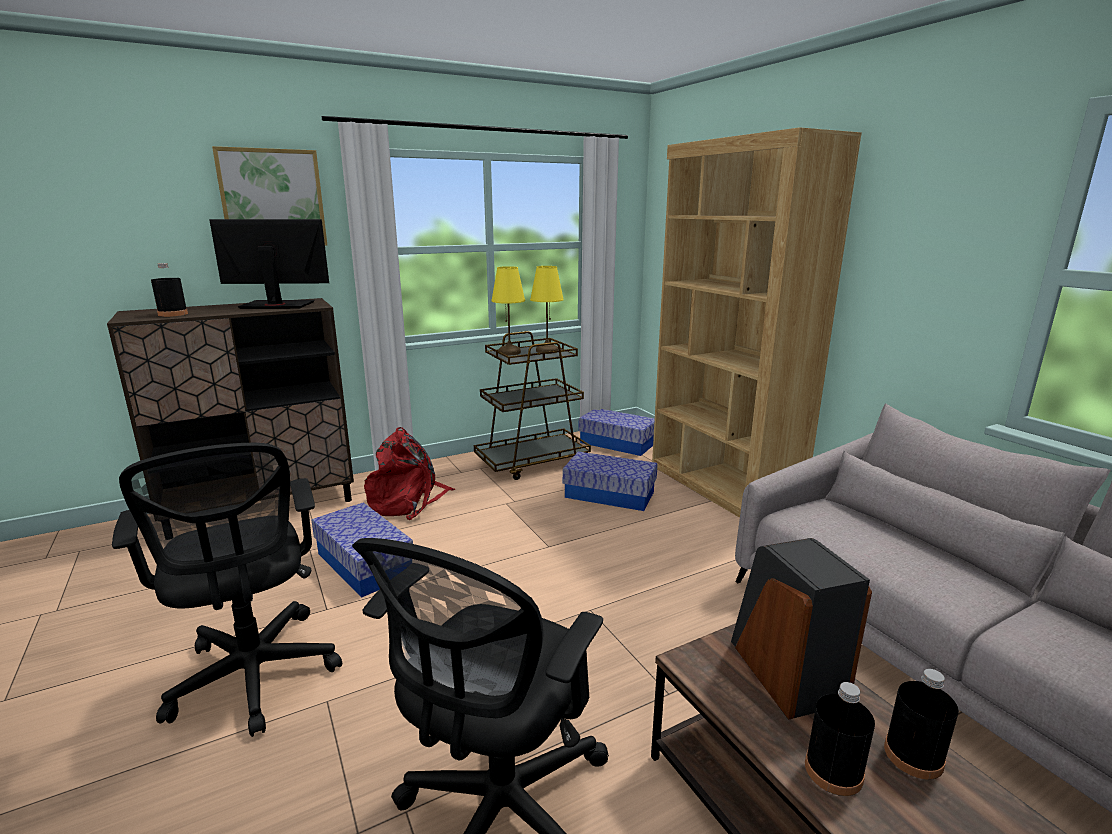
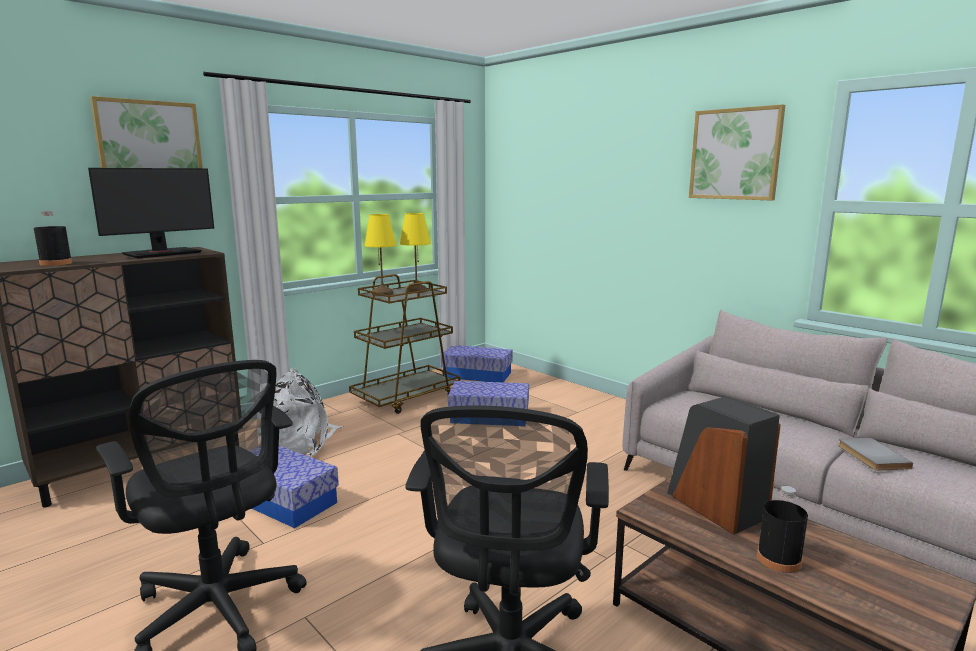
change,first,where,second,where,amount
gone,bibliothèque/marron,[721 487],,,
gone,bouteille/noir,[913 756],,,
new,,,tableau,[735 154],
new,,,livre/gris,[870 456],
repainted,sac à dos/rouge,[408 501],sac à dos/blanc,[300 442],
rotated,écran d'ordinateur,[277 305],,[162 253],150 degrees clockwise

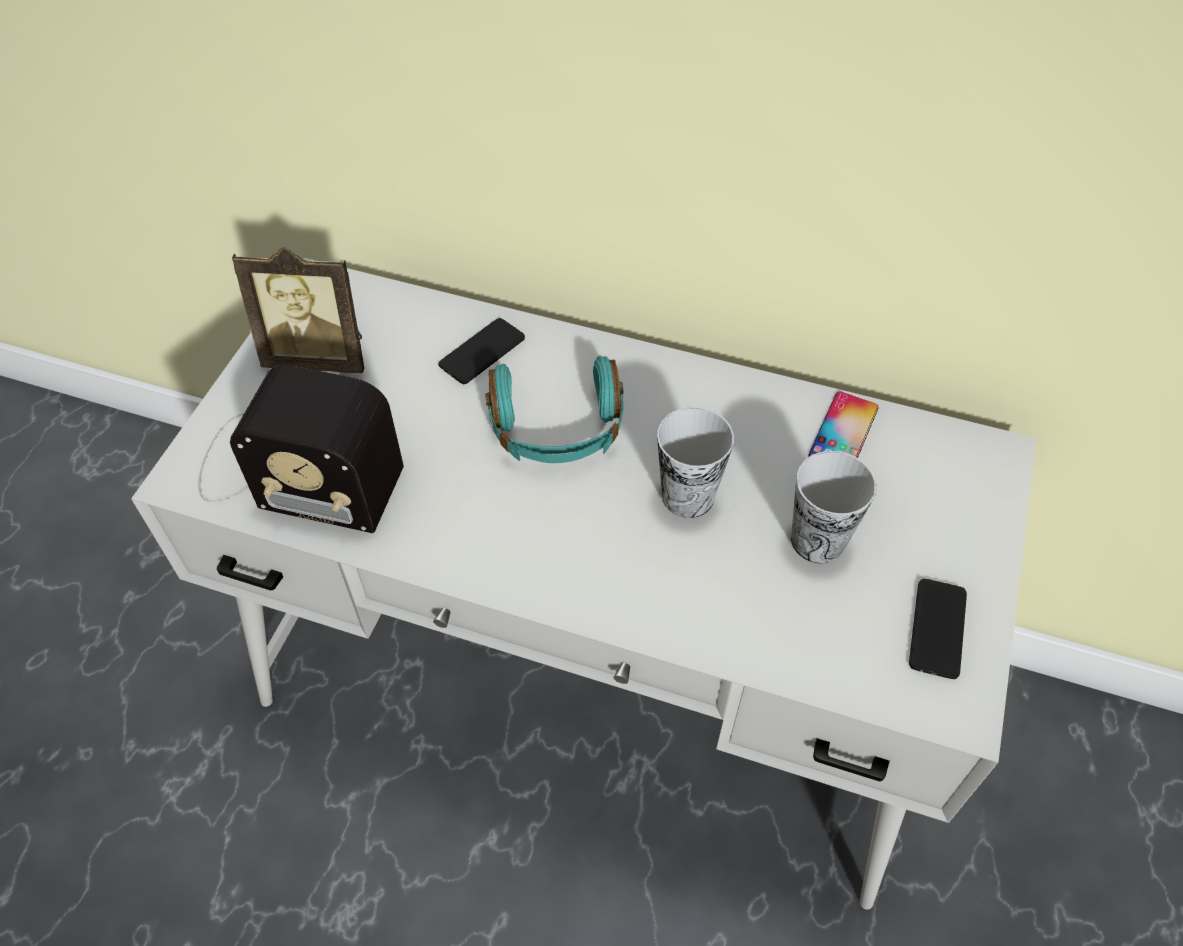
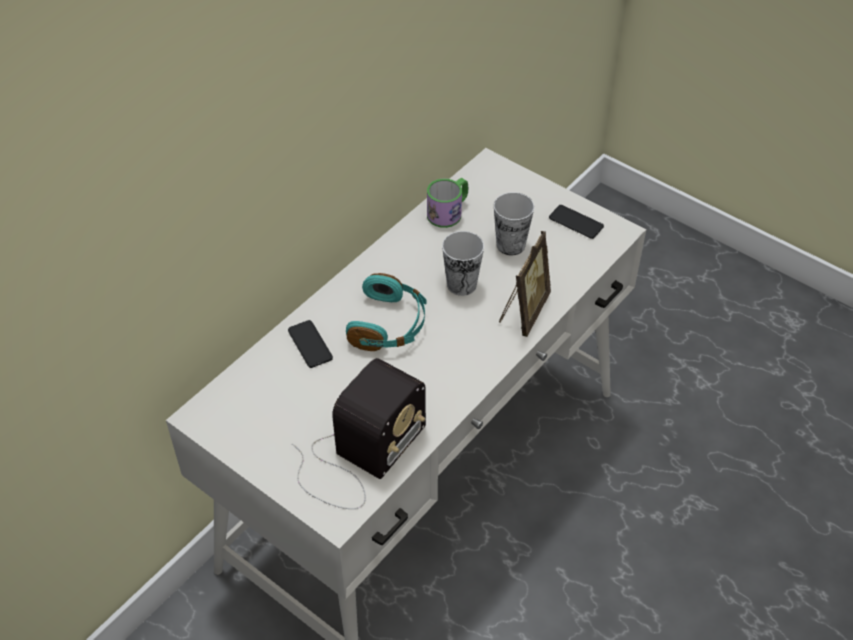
change,first,where,second,where,amount
shifted,cadre photo,[319 355],,[523 311],
swapped,téléphone,[843 432],mug,[449 212],

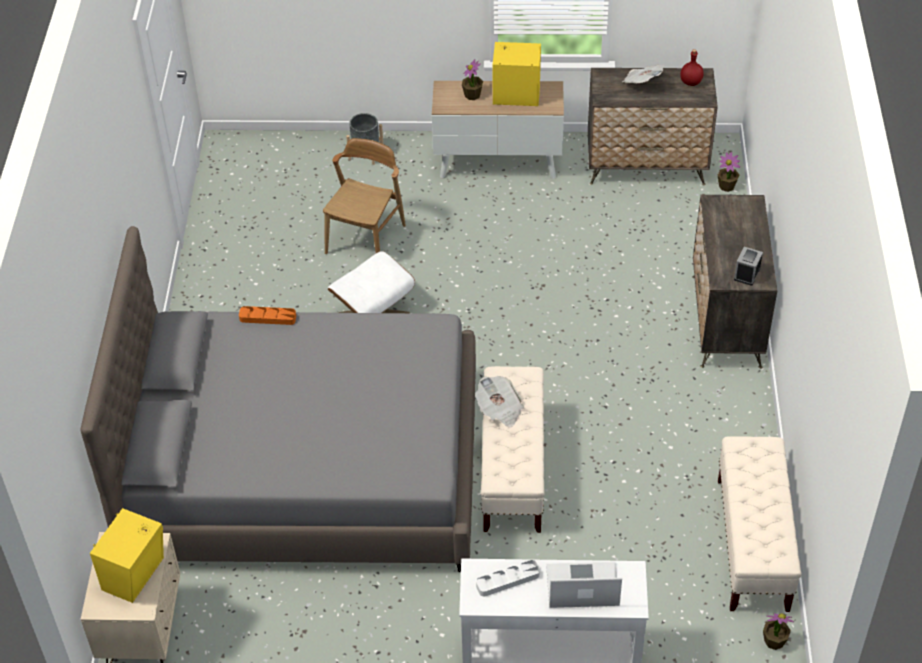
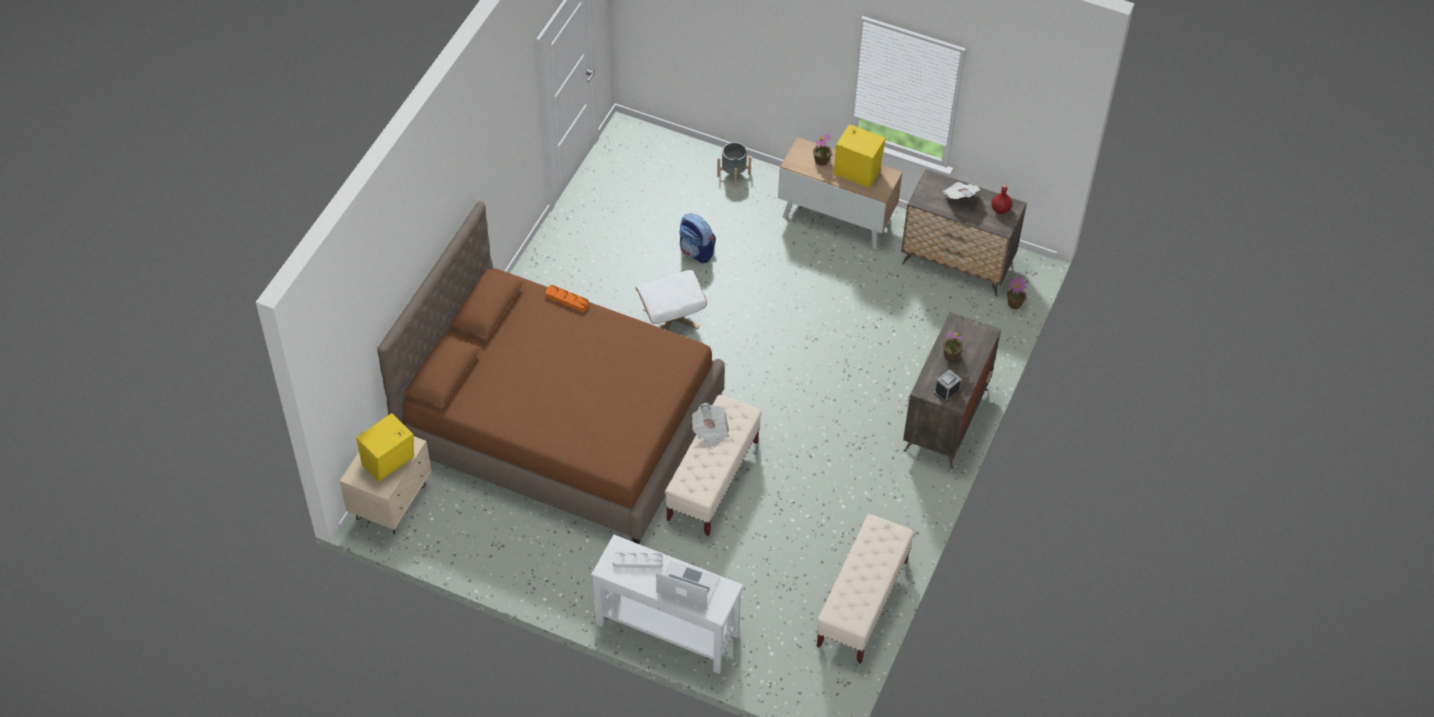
change,first,where,second,where,amount
shifted,plante en pot,[774 641],,[950 355],
swapped,chaise/marron,[366 239],sac à dos,[696 251],
repainted,lit/gris,[305 467],lit/marron,[561 423],

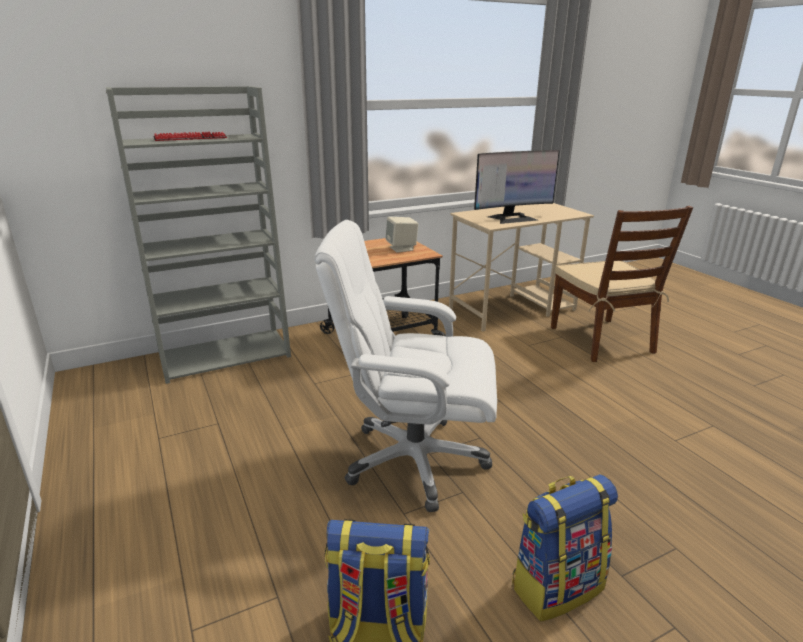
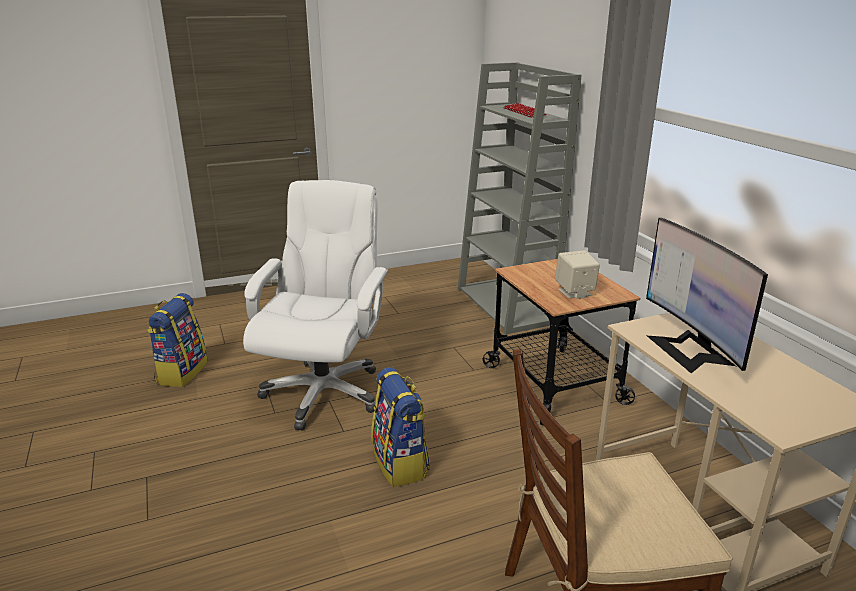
change,first,where,second,where,amount
shifted,sac à dos,[556 585],,[401 464],

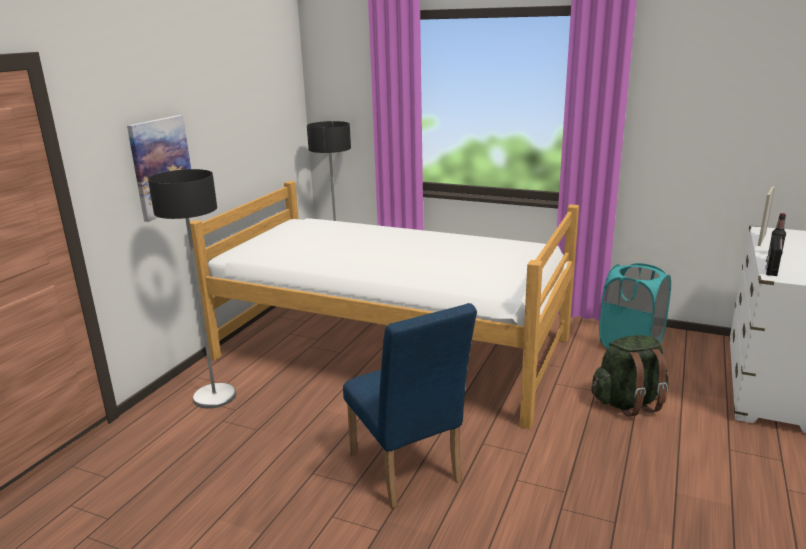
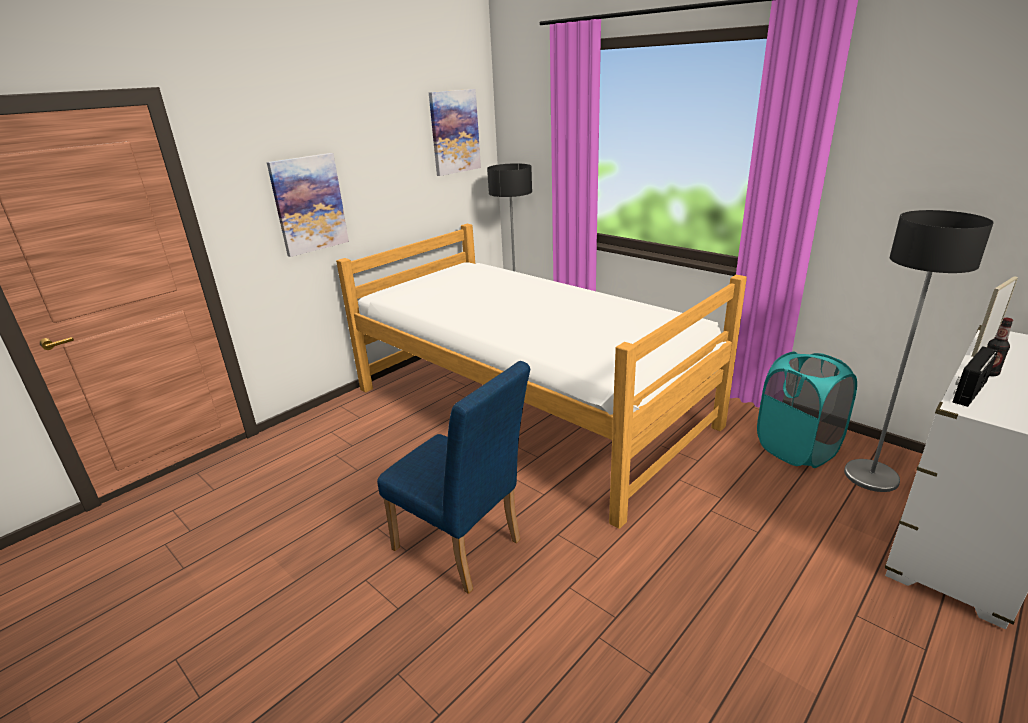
change,first,where,second,where,amount
gone,sac à dos/vert,[628 403],,,
new,,,tableau,[454 132],
shifted,lampadaire,[215 397],,[871 476],
rotated,chaise/bleu,[407 472],,[463 549],45 degrees counterclockwise

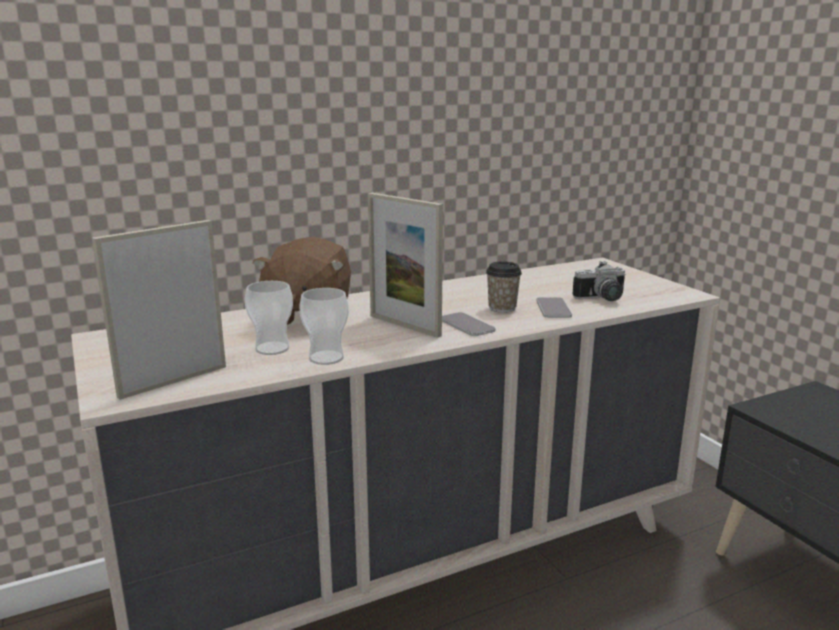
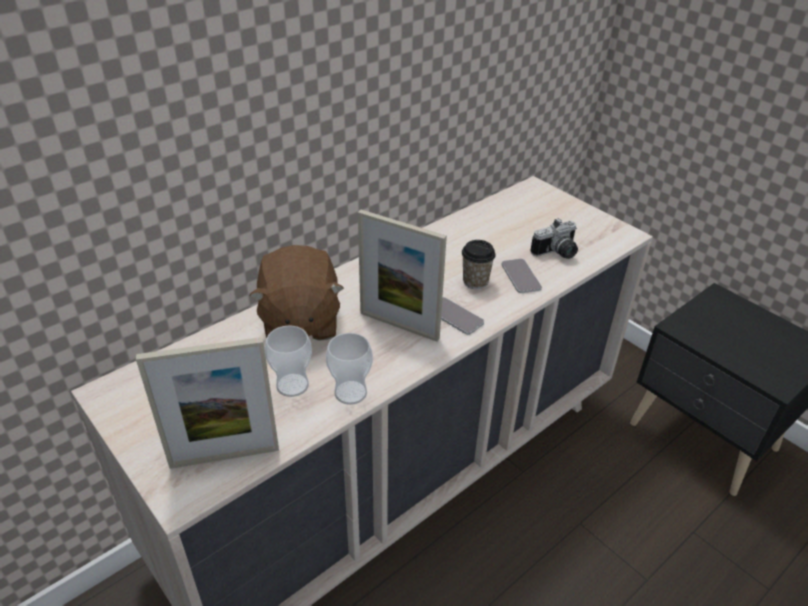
change,first,where,second,where,amount
rotated,cadre photo,[173 381],,[225 456],135 degrees counterclockwise

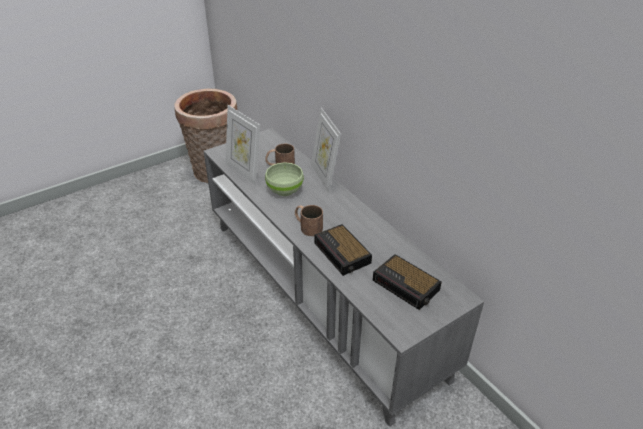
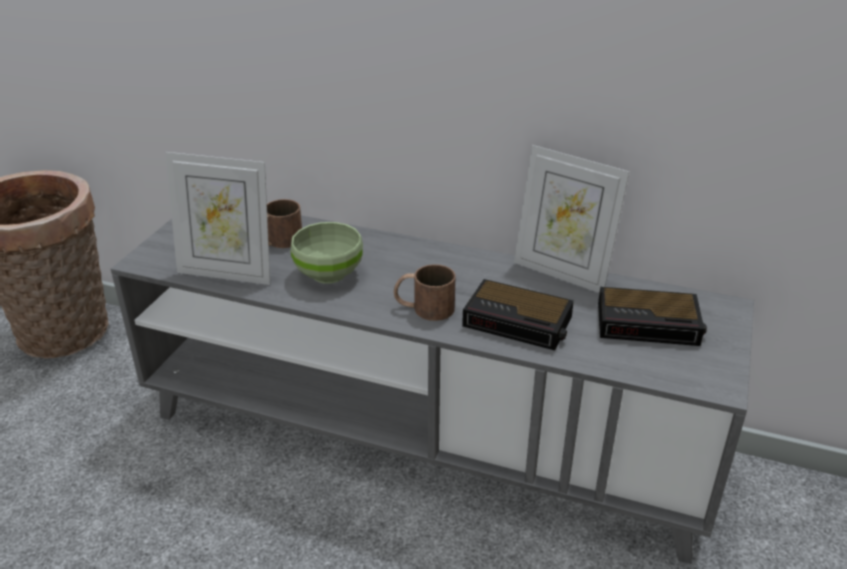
change,first,where,second,where,amount
shifted,cadre photo,[324 177],,[562 273],

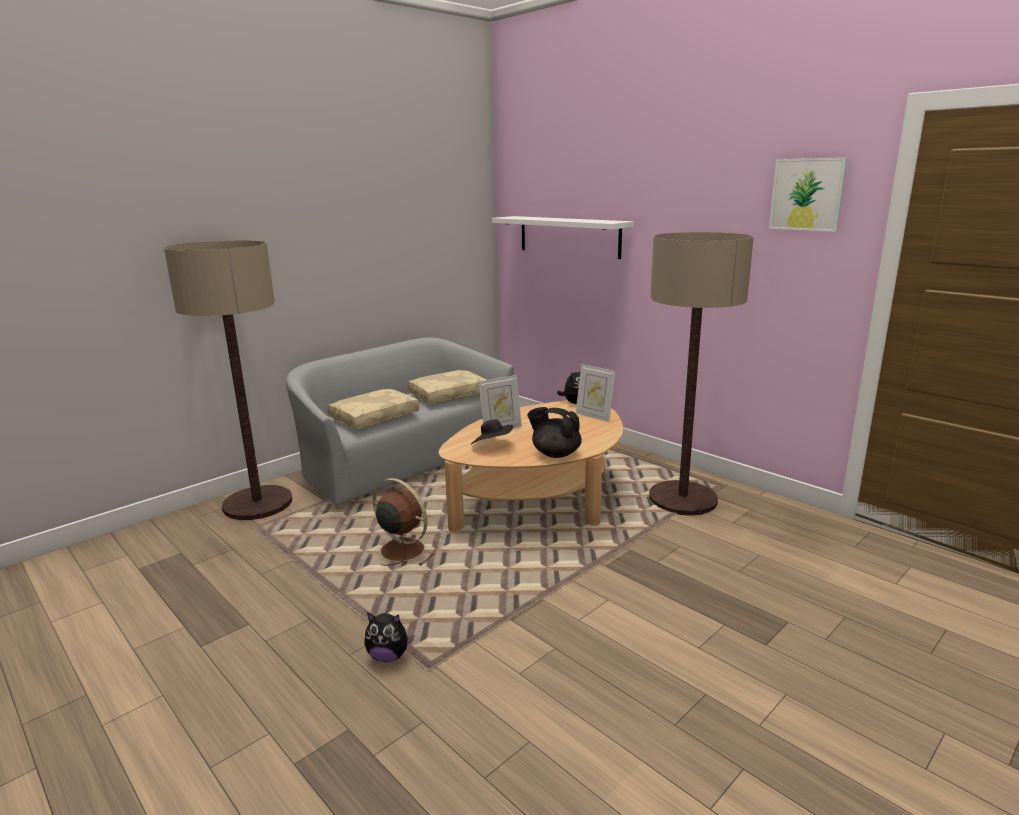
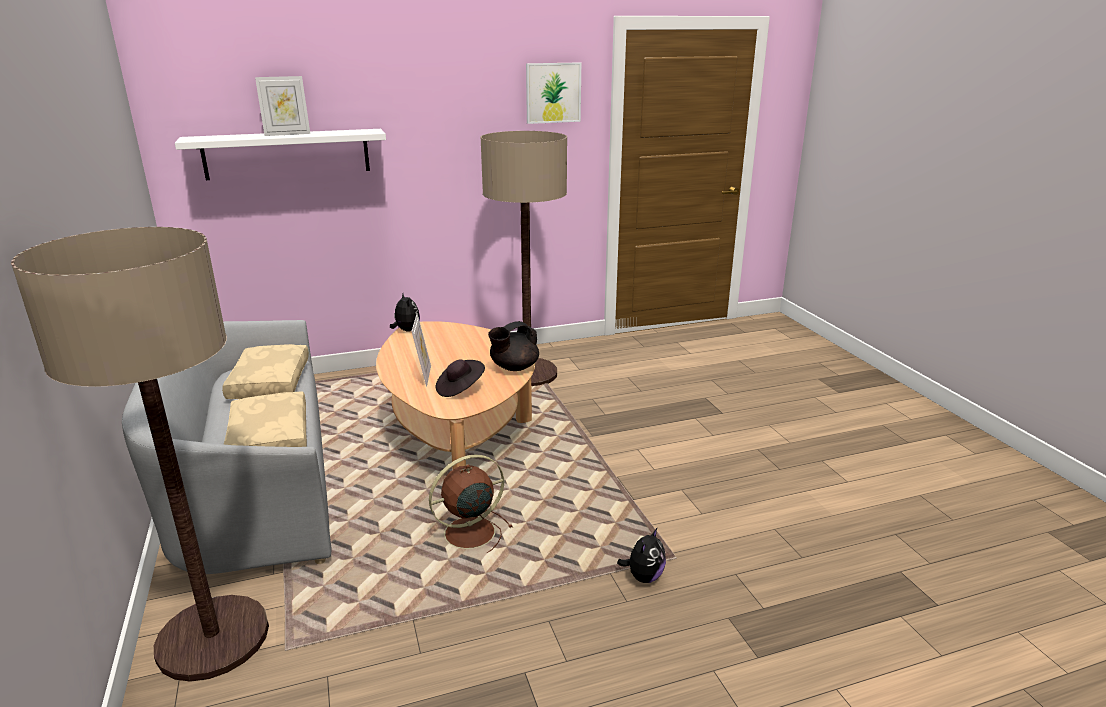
change,first,where,second,where,amount
shifted,cadre photo,[594 416],,[287 134],

